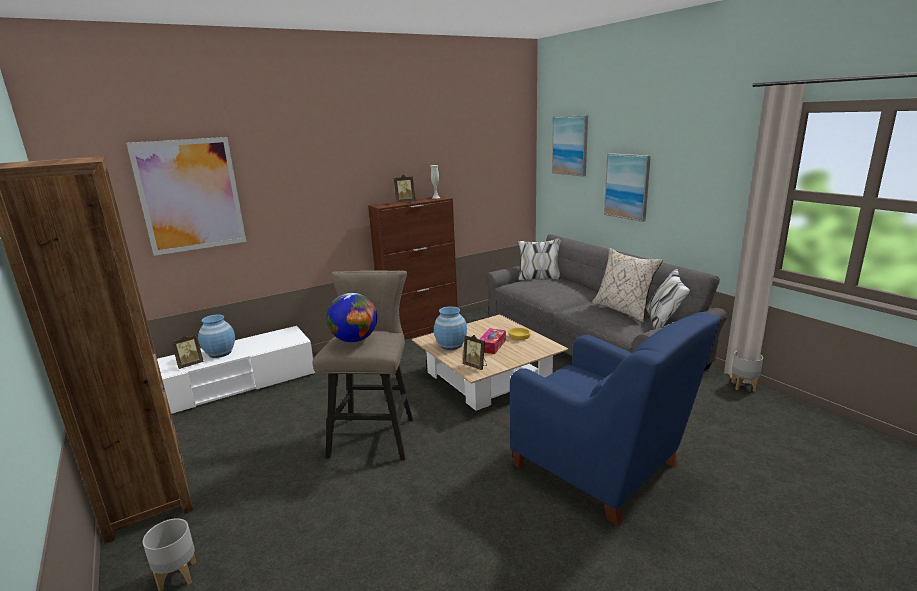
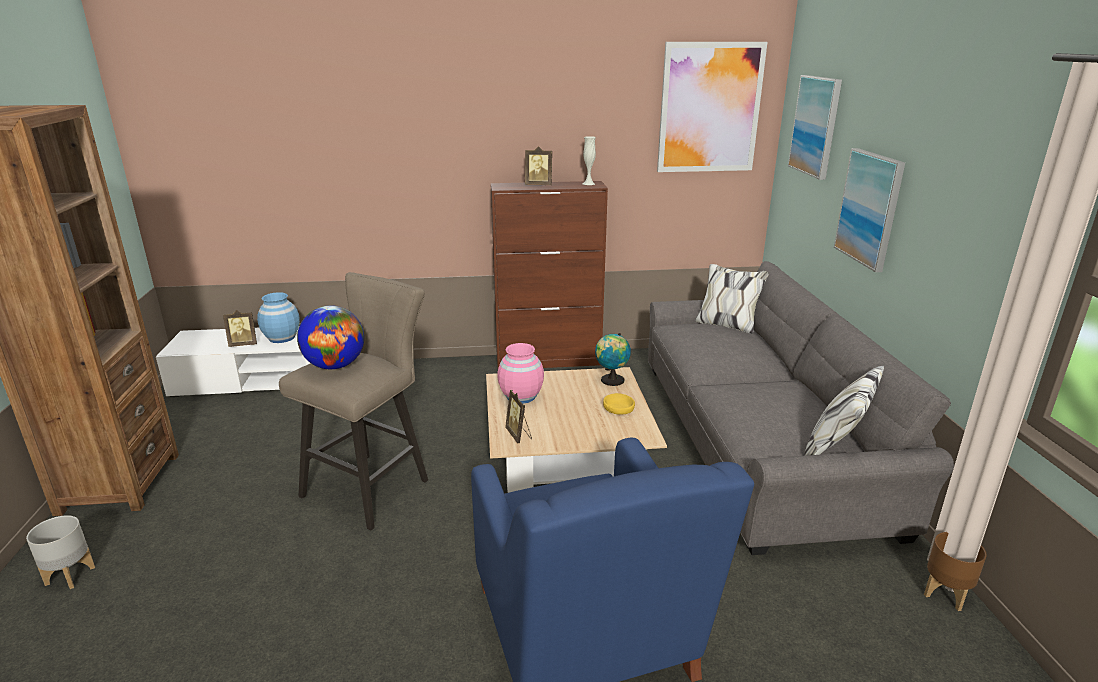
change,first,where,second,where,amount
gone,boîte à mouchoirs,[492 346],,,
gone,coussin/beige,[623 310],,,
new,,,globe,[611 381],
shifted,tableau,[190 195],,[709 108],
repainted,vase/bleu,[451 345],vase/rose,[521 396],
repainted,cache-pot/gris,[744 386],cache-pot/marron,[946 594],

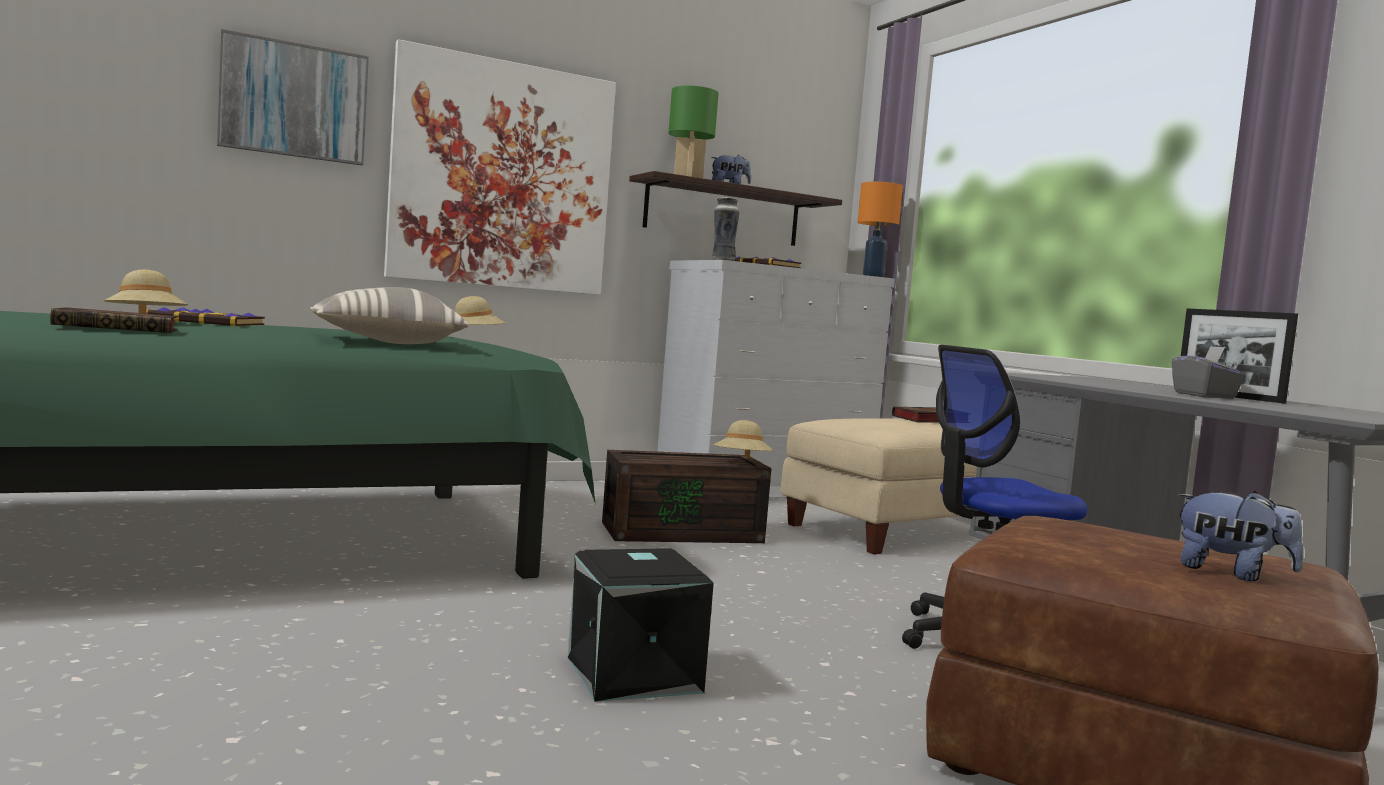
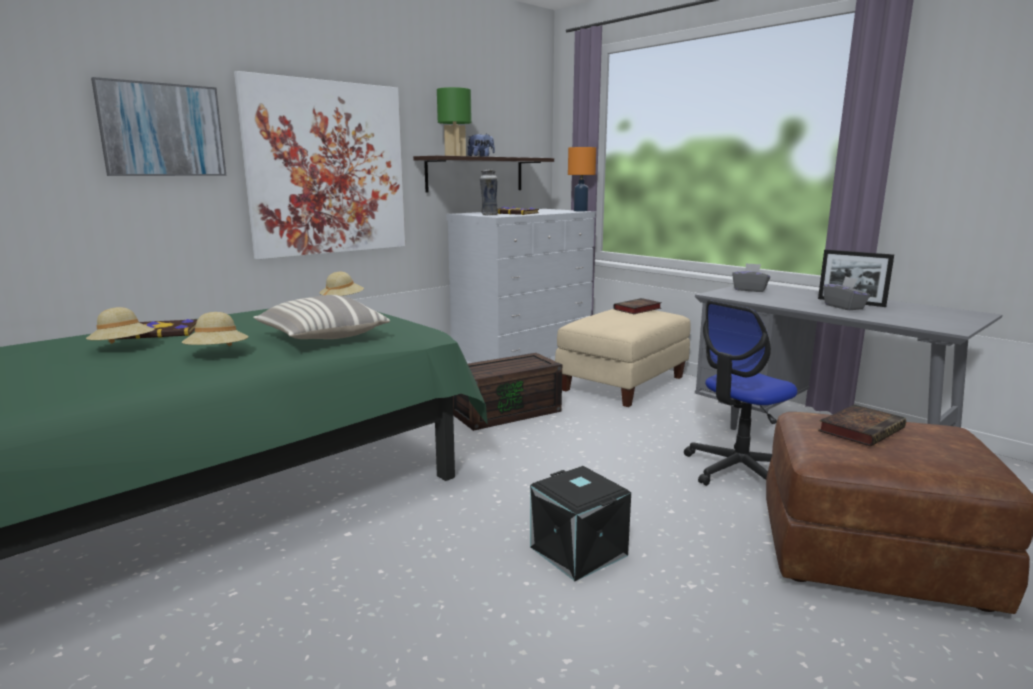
change,first,where,second,where,amount
gone,peluche,[1231 574],,,
new,,,boîte à mouchoirs/gris,[750 290],
shifted,livre,[120 329],,[861 429],
shifted,chapeau/beige,[742 462],,[218 354],

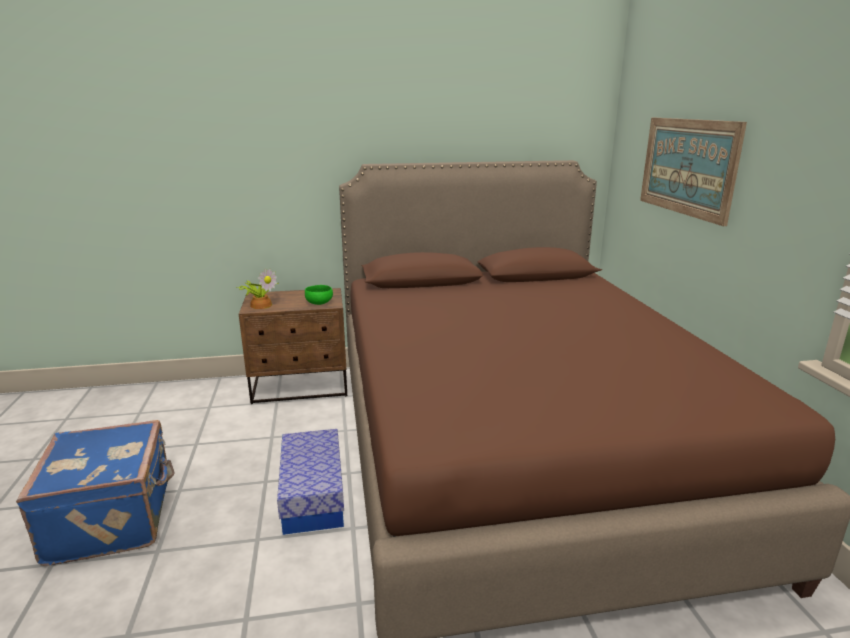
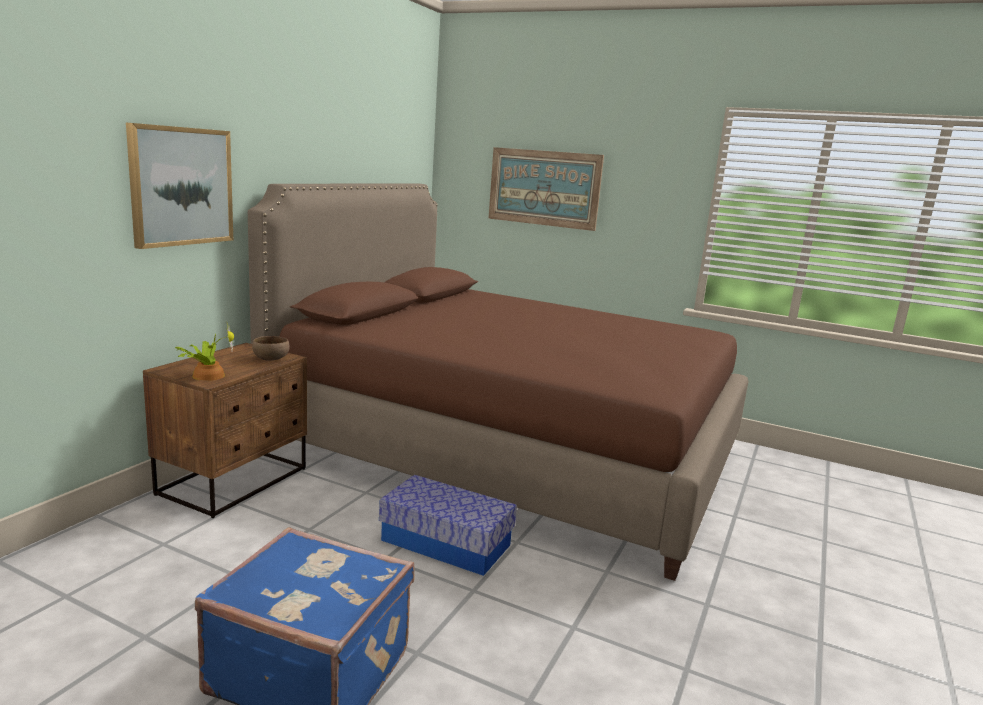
change,first,where,second,where,amount
new,,,tableau,[181 186],
repainted,bol/vert,[319 303],bol/marron,[271 359],

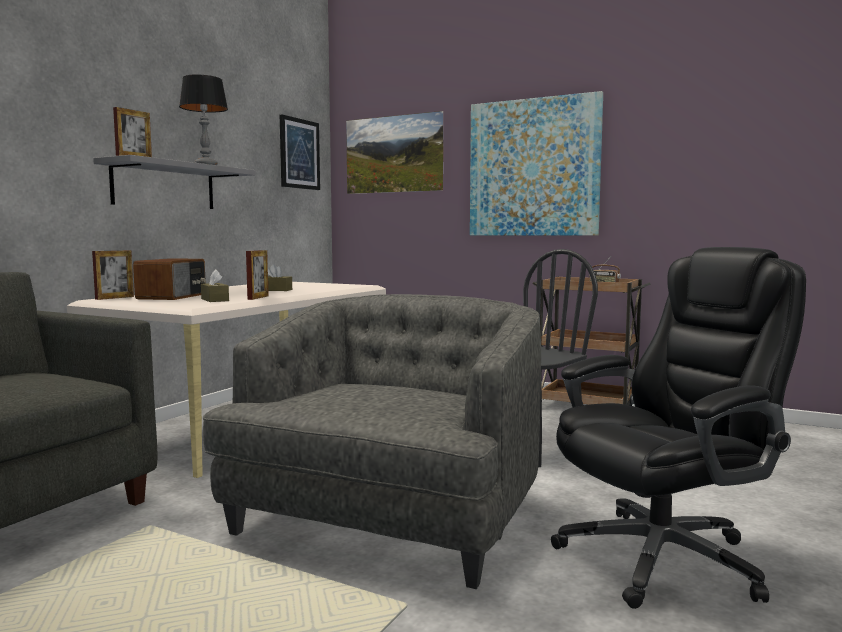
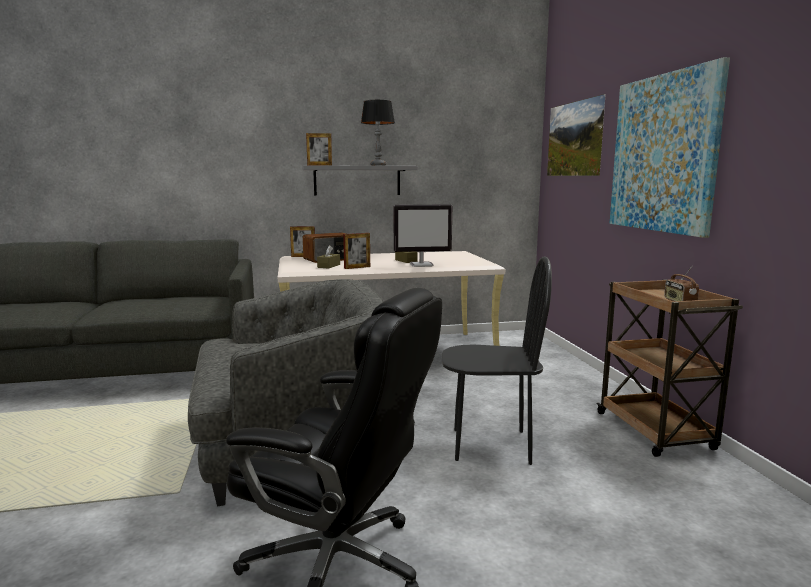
change,first,where,second,where,amount
gone,tableau,[299 154],,,
new,,,écran d'ordinateur,[422 265],

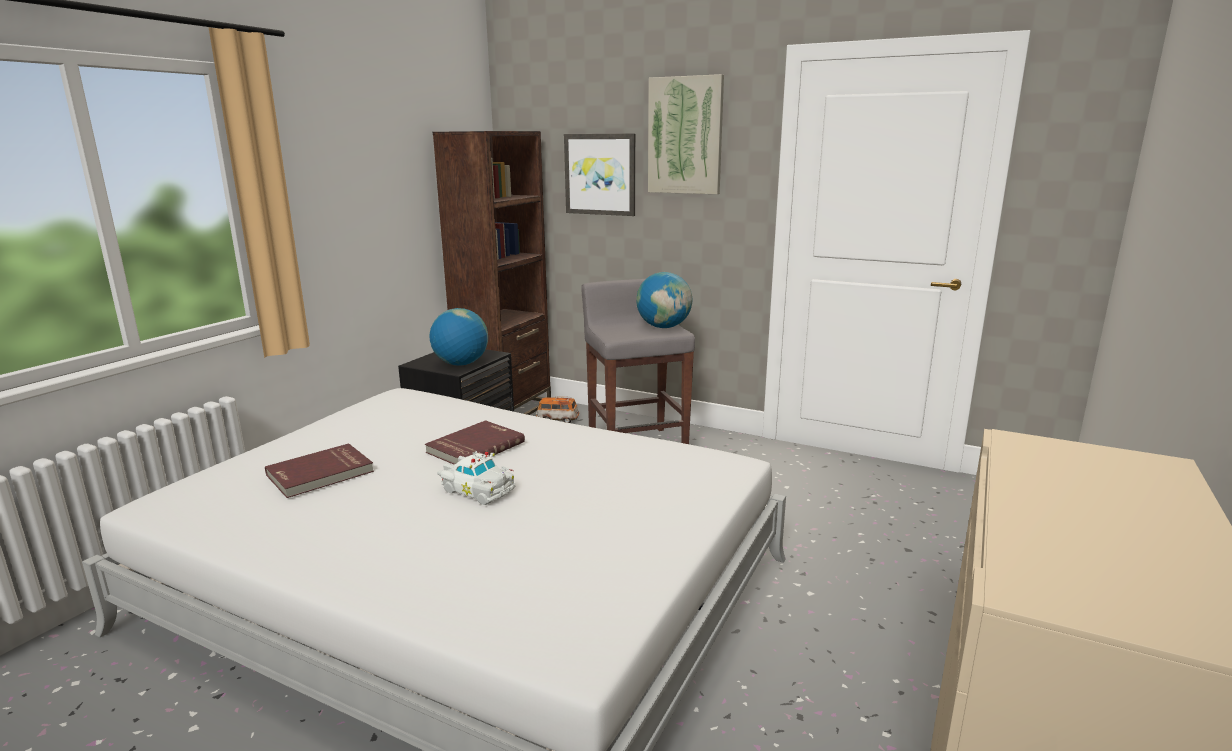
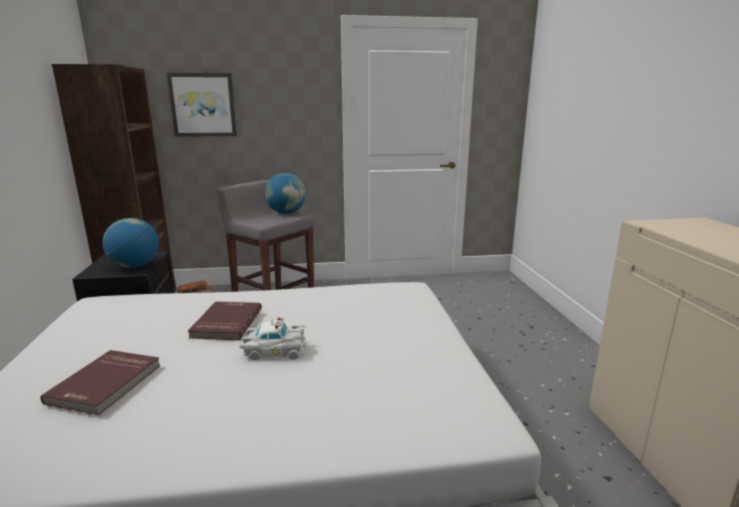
change,first,where,second,where,amount
gone,tableau,[685 136],,,

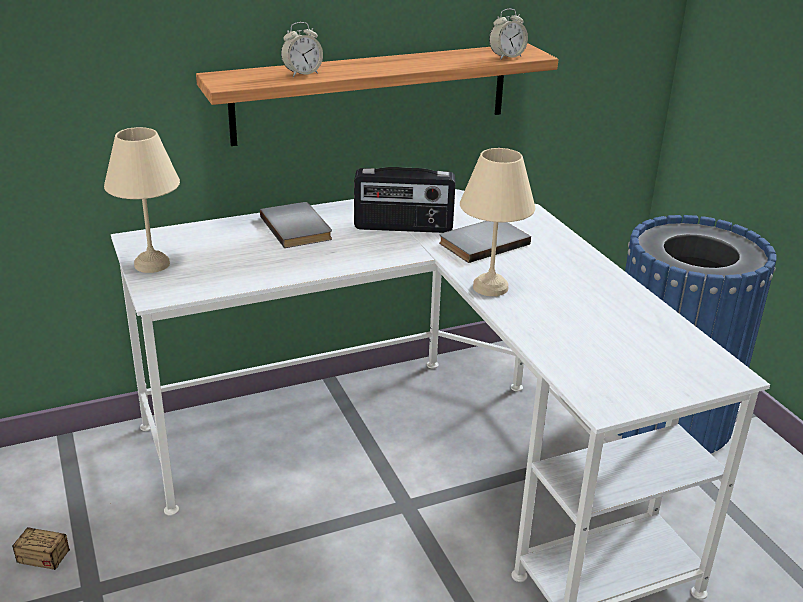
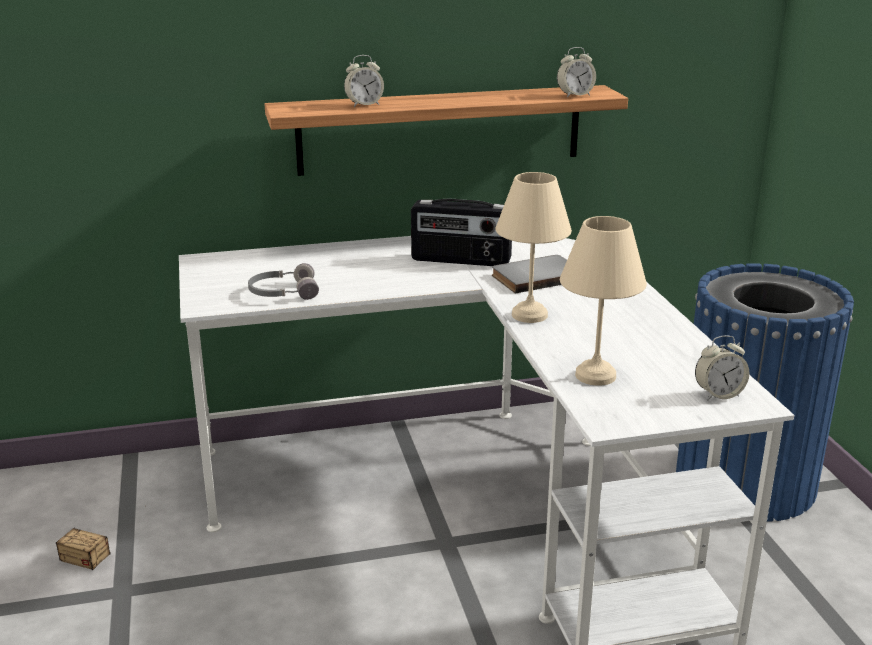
change,first,where,second,where,amount
gone,livre/gris,[298 227],,,
new,,,casque audio/gris,[283 292],
new,,,réveil,[718 394],
shifted,lampe de table/beige,[150 265],,[594 376],

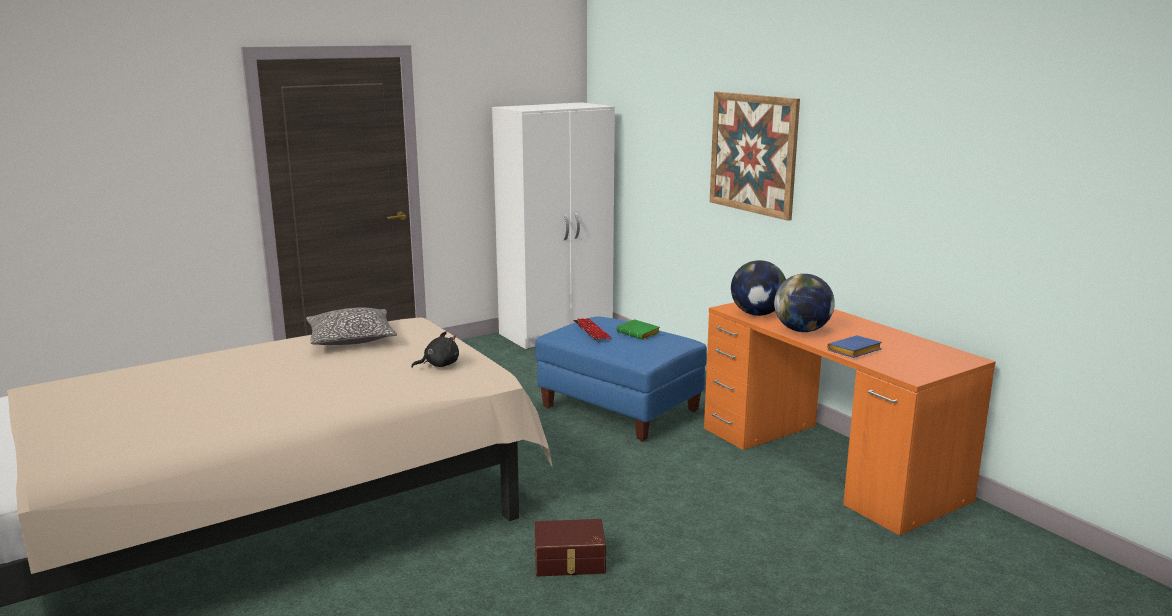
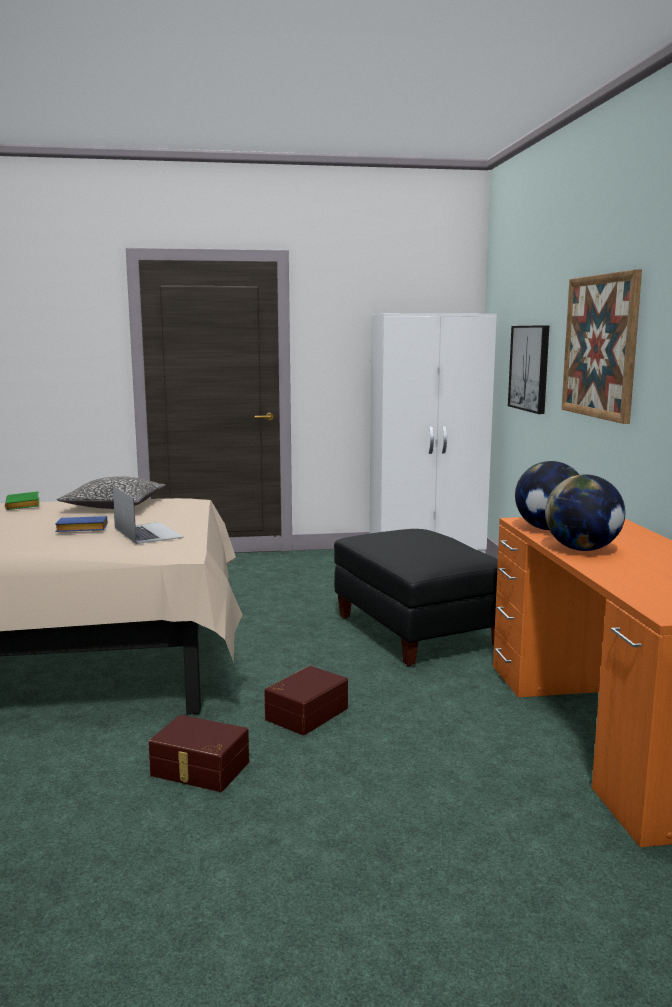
change,first,where,second,where,amount
gone,clavier,[592 330],,,
new,,,boîte de rangement/marron,[305 713],
new,,,tableau,[530 368],
shifted,livre/vert,[639 333],,[24 505],
shifted,livre/bleu,[854 352],,[80 529],
swapped,peluche/noir,[439 365],ordinateur portable,[148 532],
repainted,pouf/bleu,[620 409],pouf/noir,[417 631],

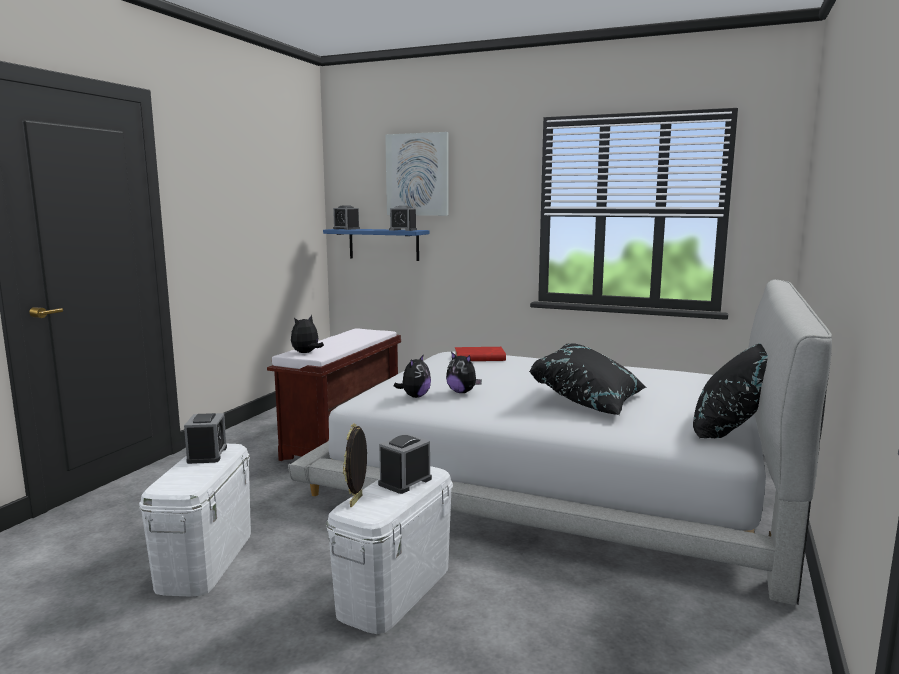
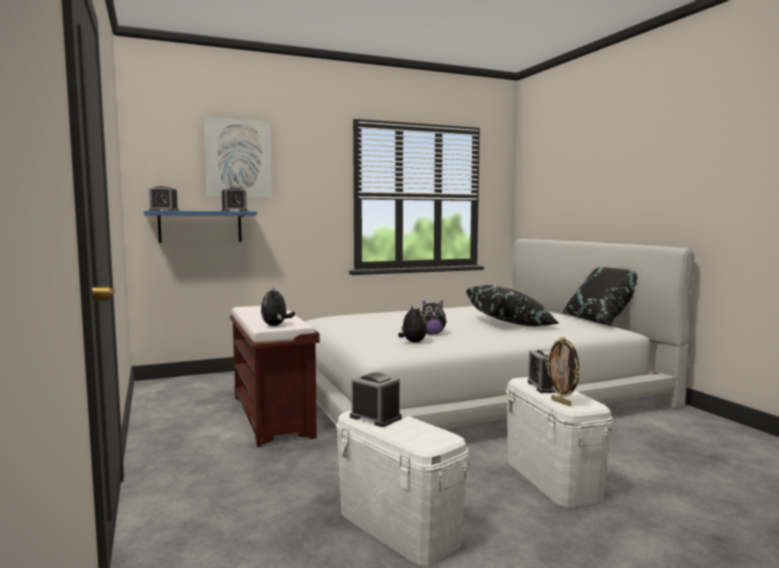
change,first,where,second,where,amount
gone,livre/rouge,[479 358],,,

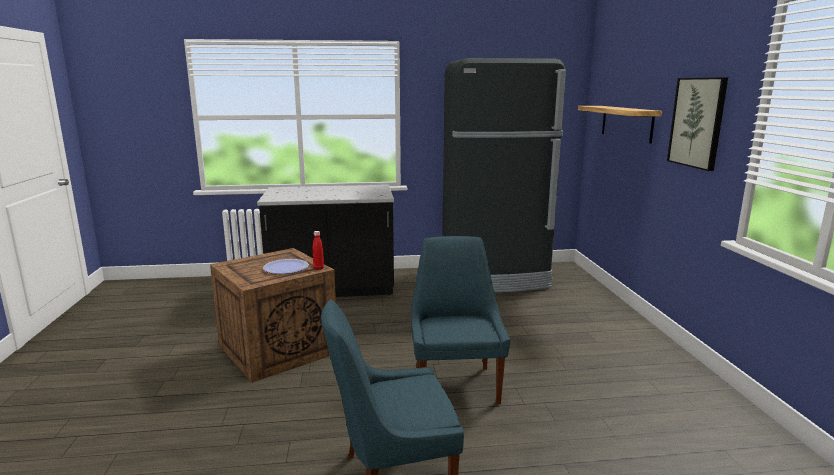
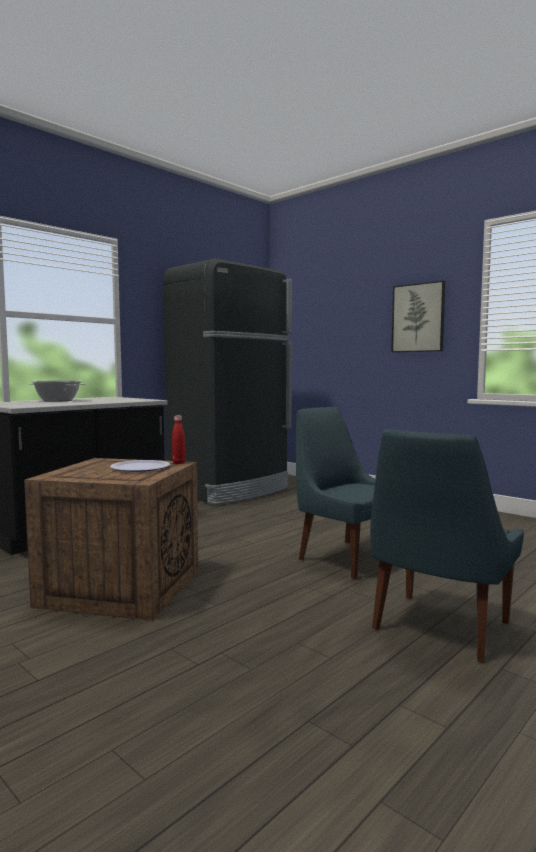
change,first,where,second,where,amount
gone,étagère,[626 123],,,
new,,,marmite,[58 400],

